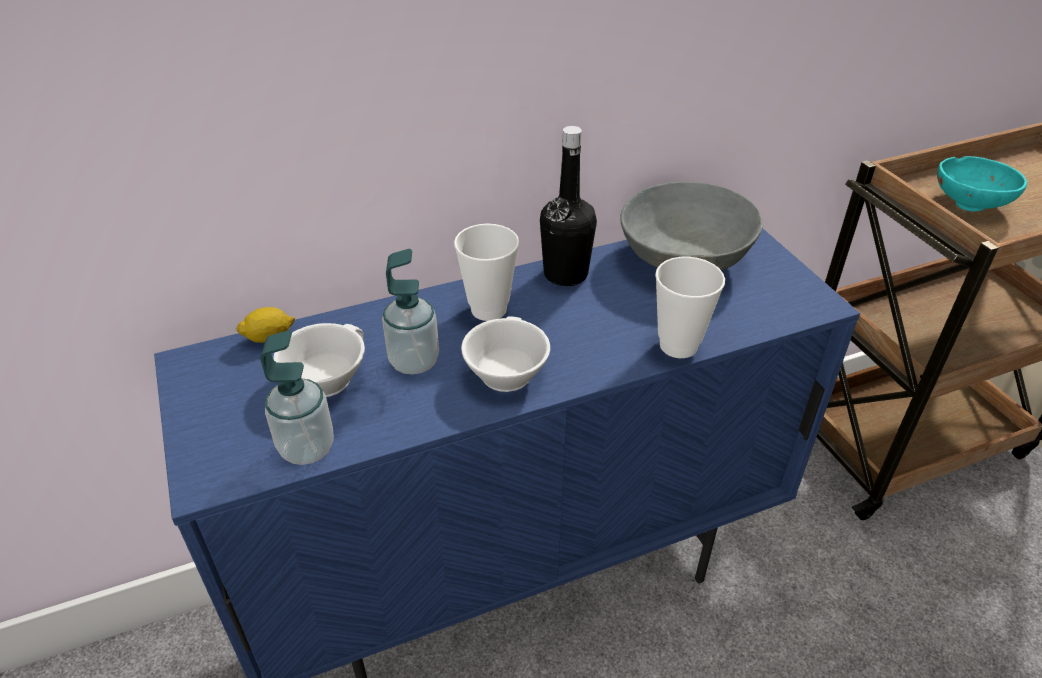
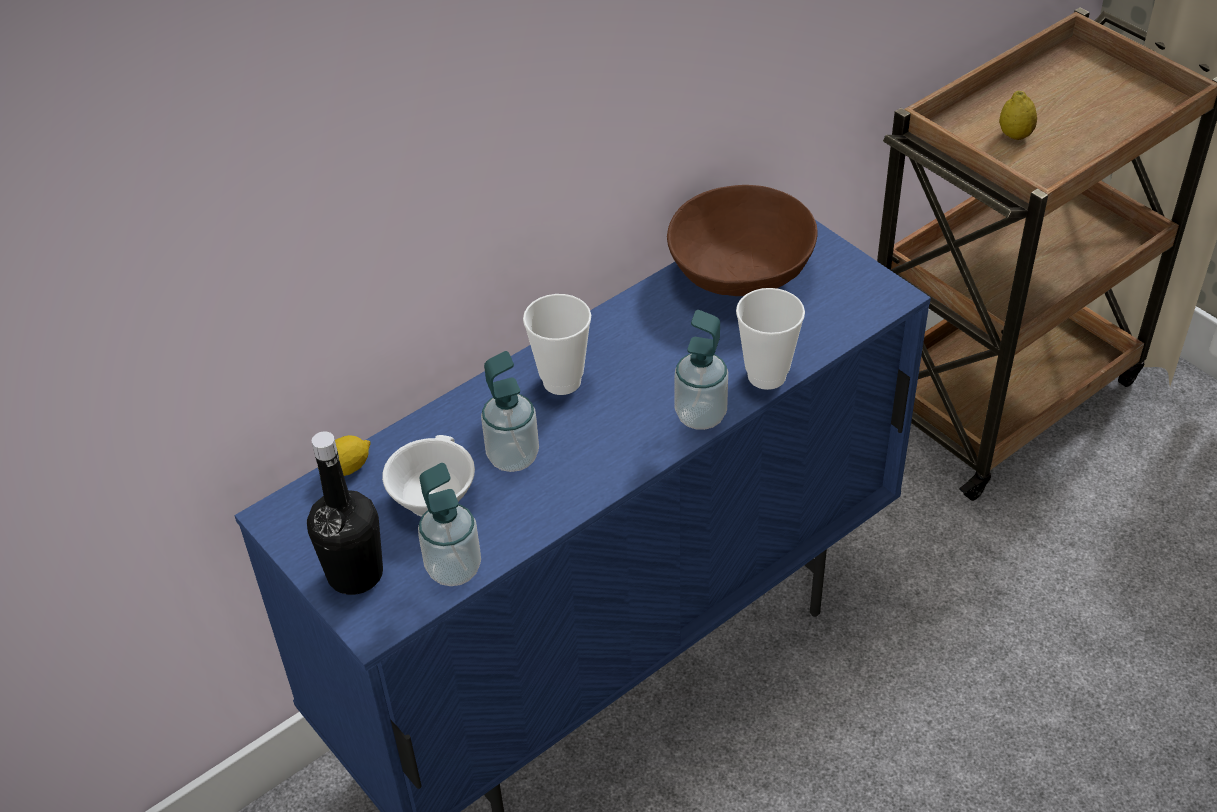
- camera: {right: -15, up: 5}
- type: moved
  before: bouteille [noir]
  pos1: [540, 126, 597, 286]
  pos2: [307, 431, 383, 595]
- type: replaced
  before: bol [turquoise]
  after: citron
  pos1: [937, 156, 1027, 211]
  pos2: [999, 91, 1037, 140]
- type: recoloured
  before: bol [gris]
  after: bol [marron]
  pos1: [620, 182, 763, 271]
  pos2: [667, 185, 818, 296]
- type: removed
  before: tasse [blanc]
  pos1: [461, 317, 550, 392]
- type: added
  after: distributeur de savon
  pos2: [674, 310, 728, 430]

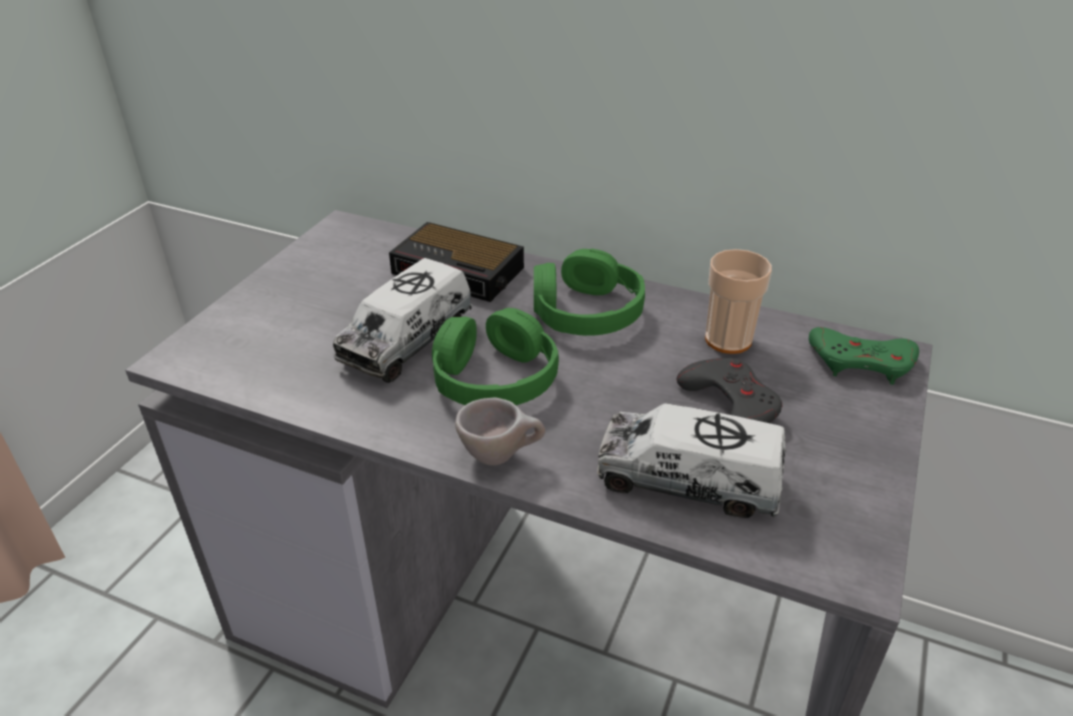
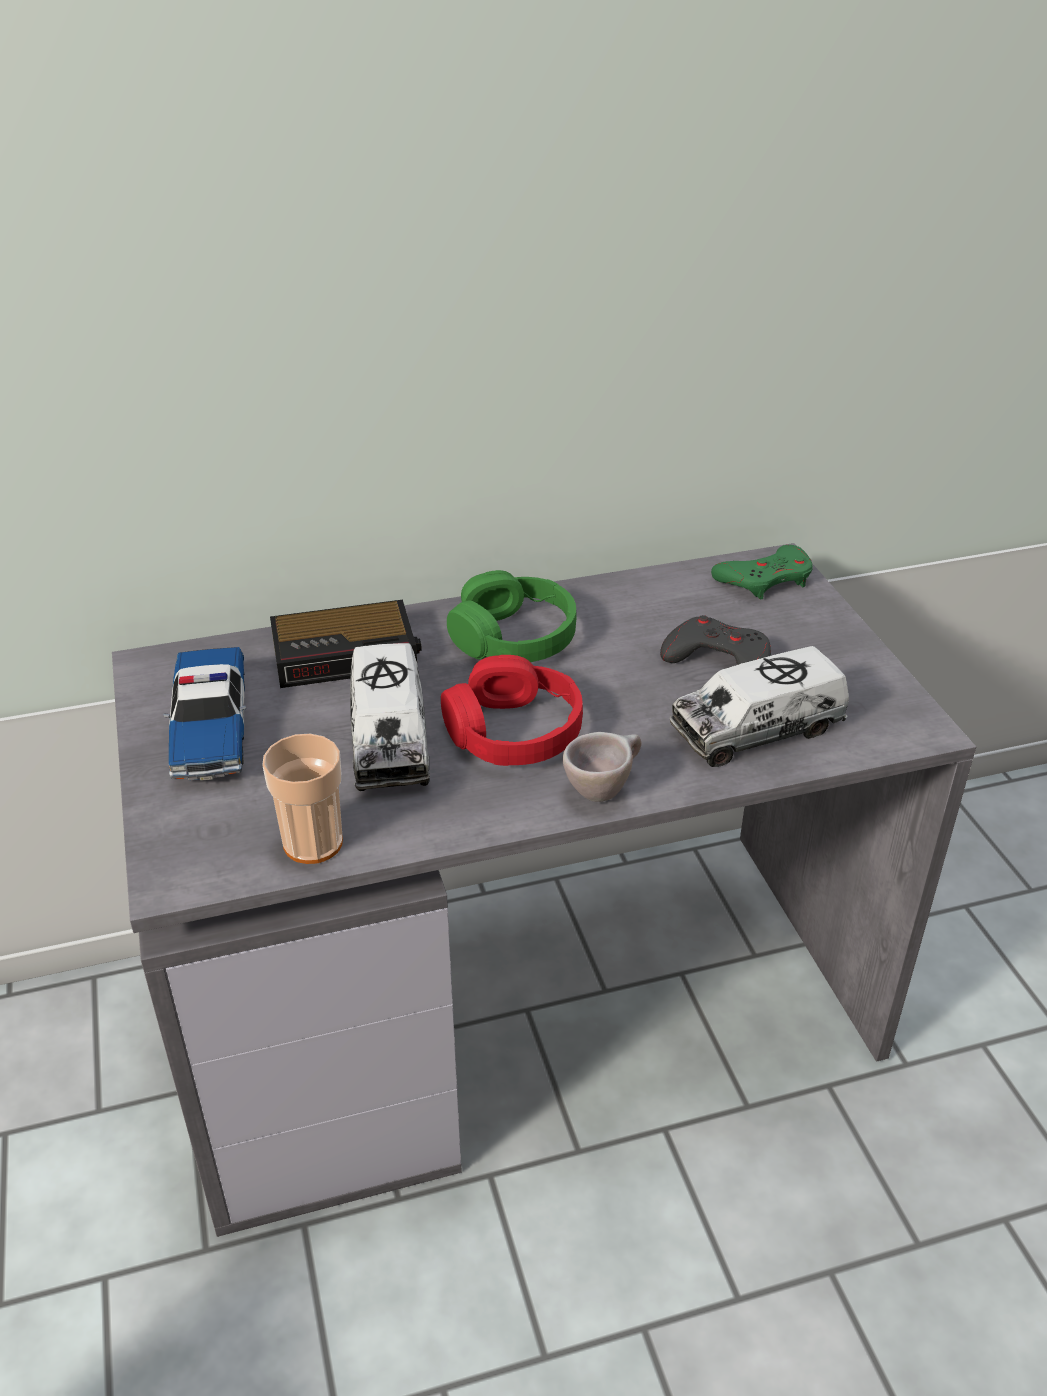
- camera: {right: -40, up: 0}
- type: moved
  before: tasse
  pos1: [705, 249, 772, 354]
  pos2: [262, 734, 343, 864]
- type: recoloured
  before: casque audio [vert]
  after: casque audio [rouge]
  pos1: [432, 308, 559, 405]
  pos2: [441, 655, 583, 766]
- type: added
  after: petite voiture
  pos2: [164, 647, 246, 781]

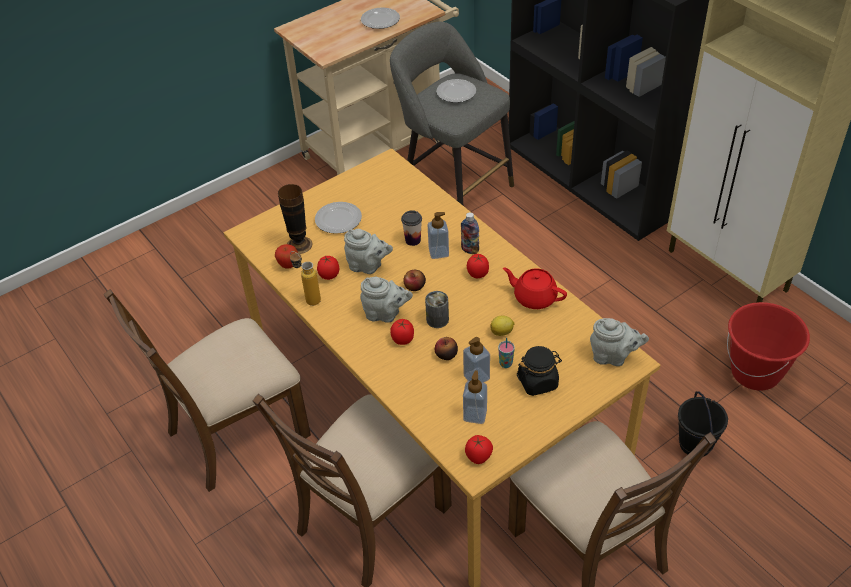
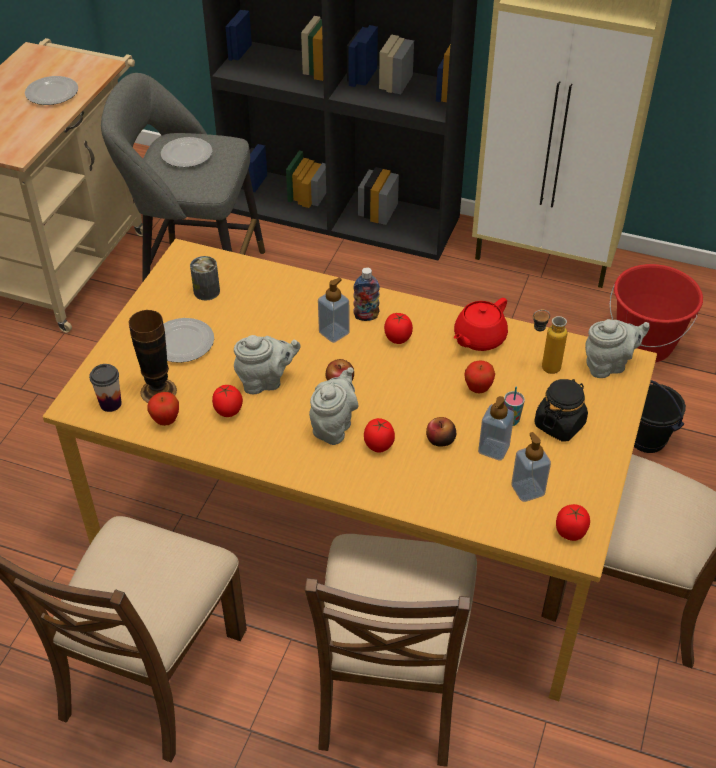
- camera: {right: -35, up: 0}
- type: moved
  before: tasse
  pos1: [401, 210, 422, 246]
  pos2: [89, 364, 122, 412]
- type: moved
  before: bouteille
  pos1: [290, 251, 321, 306]
  pos2: [533, 310, 567, 374]
- type: turned
  before: théière [rouge]
  pos1: [503, 268, 567, 309]
  pos2: [454, 298, 508, 351]
  turn: -45
- type: turned
  before: théière [gris]
  pos1: [360, 276, 413, 323]
  pos2: [309, 367, 358, 445]
  turn: -45
- type: moved
  before: boîte métallique
  pos1: [425, 291, 449, 328]
  pos2: [190, 256, 220, 300]
- type: replaced
  before: citron
  after: pomme
  pos1: [490, 316, 515, 336]
  pos2: [464, 361, 495, 393]

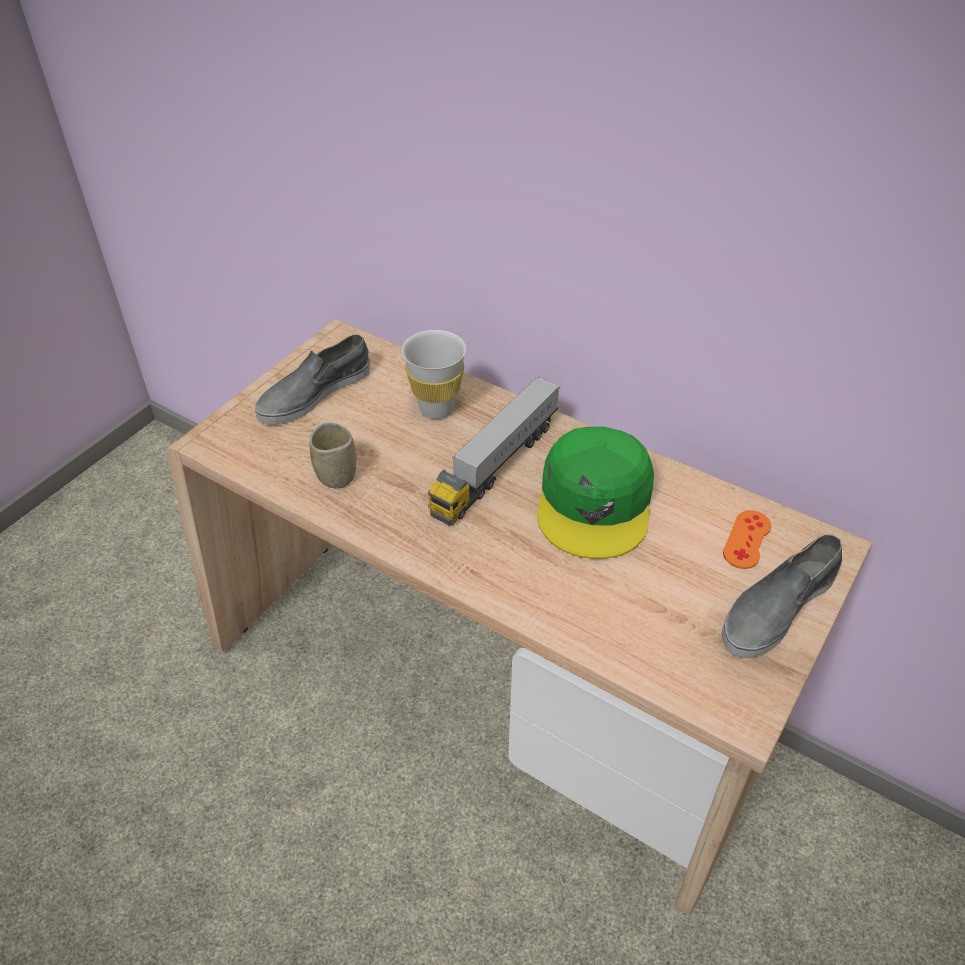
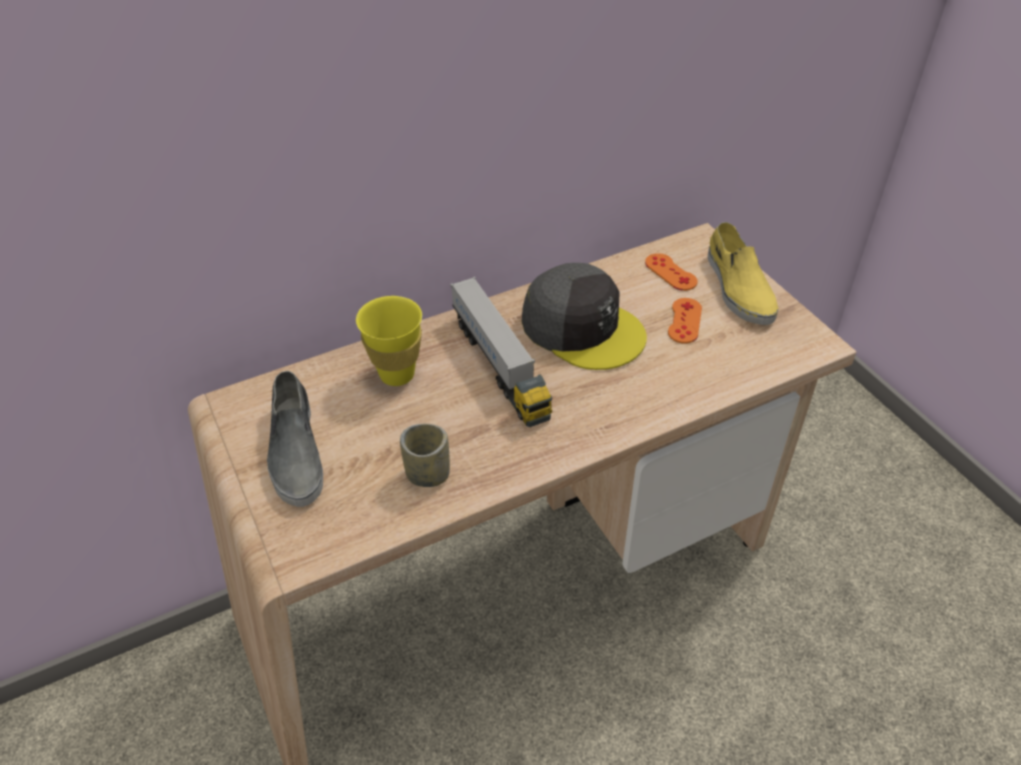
- camera: {right: -60, up: 0}
- type: recoloured
  before: tasse [blanc]
  after: tasse [jaune]
  pos1: [402, 330, 466, 419]
  pos2: [356, 296, 422, 386]
- type: recoloured
  before: casquette [vert]
  after: casquette [gris]
  pos1: [537, 427, 654, 559]
  pos2: [522, 263, 647, 370]
- type: recoloured
  before: chaussure [gris]
  after: chaussure [jaune]
  pos1: [722, 534, 842, 658]
  pos2: [708, 222, 779, 325]
- type: added
  after: manette [orange]
  pos2: [668, 298, 702, 344]

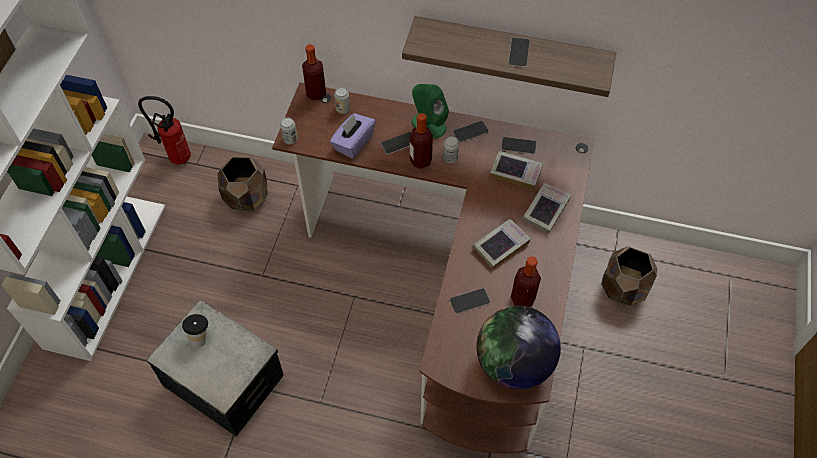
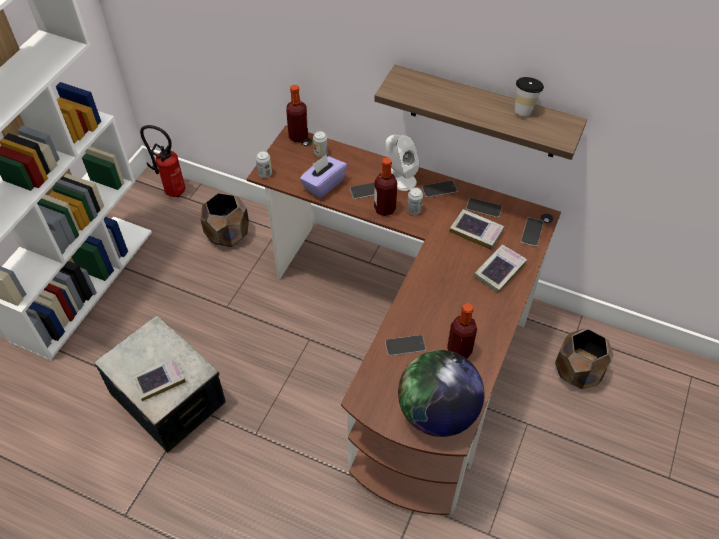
- camera: {right: 10, up: -5}
- type: moved
  before: téléphone
  pos1: [508, 37, 530, 67]
  pos2: [521, 217, 544, 246]
- type: recoloured
  before: enceinte [vert]
  after: enceinte [blanc]
  pos1: [412, 84, 449, 139]
  pos2: [386, 135, 419, 191]
- type: moved
  before: livre
  pos1: [473, 219, 531, 269]
  pos2: [132, 357, 186, 401]
- type: moved
  before: tasse
  pos1: [182, 314, 208, 348]
  pos2: [514, 77, 544, 116]

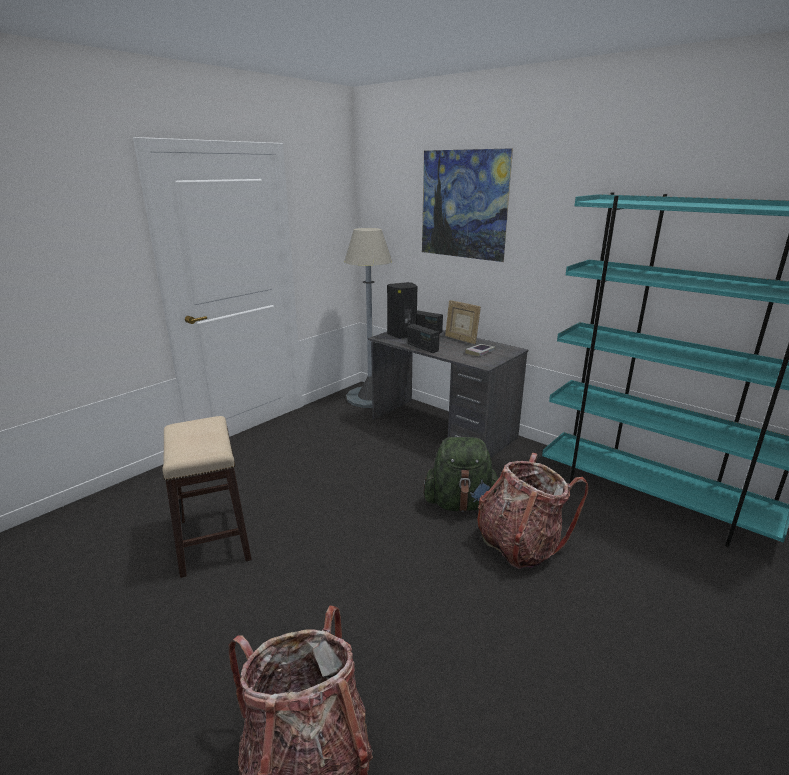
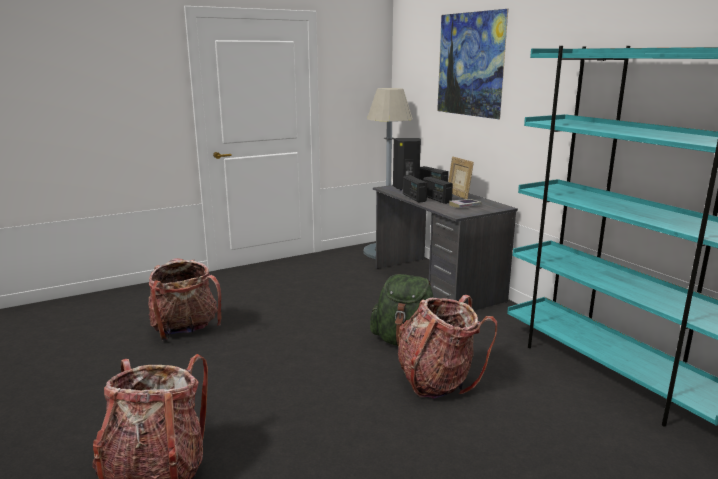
- camera: {right: 20, up: -5}
- type: replaced
  before: tabouret
  after: sac à dos
  pos1: [162, 416, 252, 578]
  pos2: [148, 258, 221, 340]
- type: added
  after: radio
  pos2: [423, 177, 453, 204]

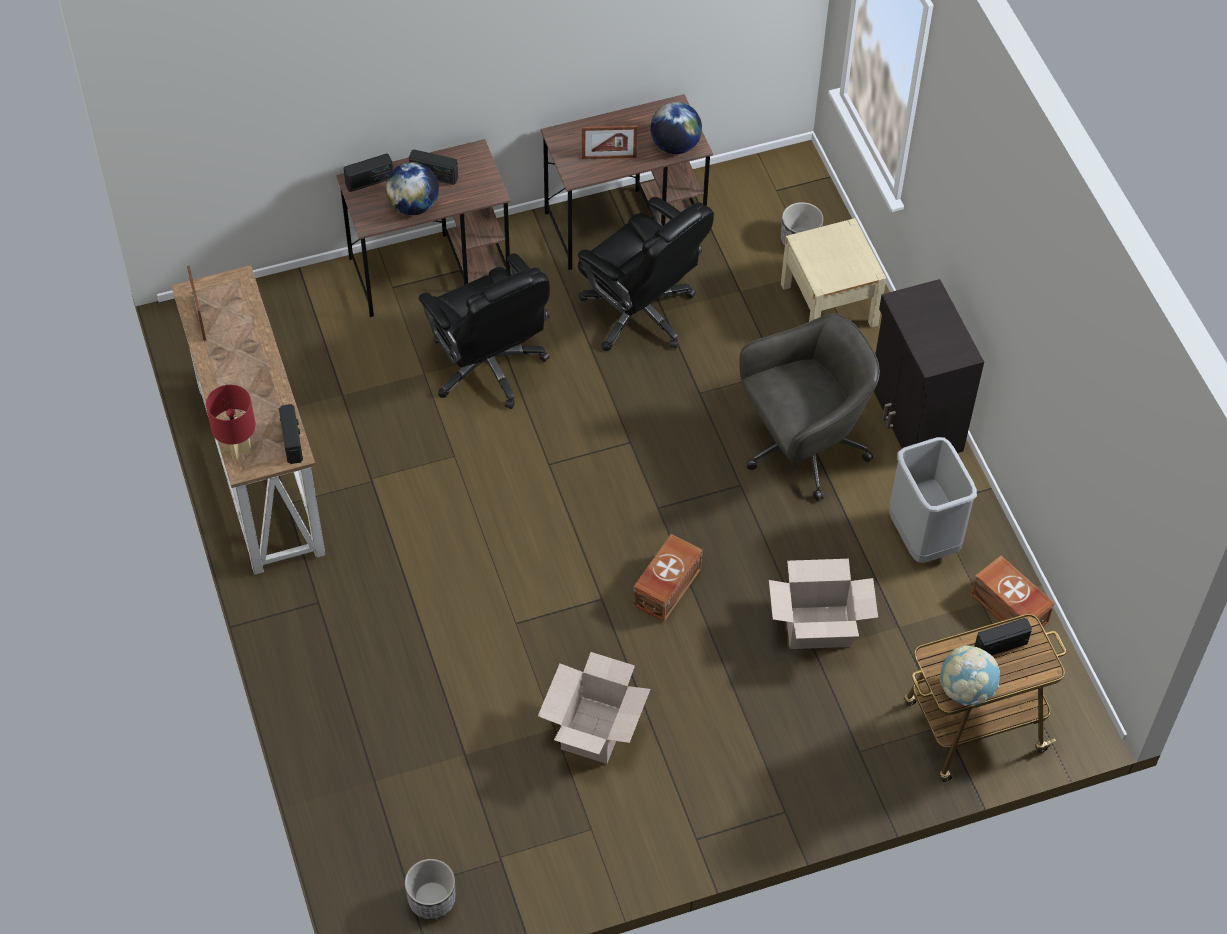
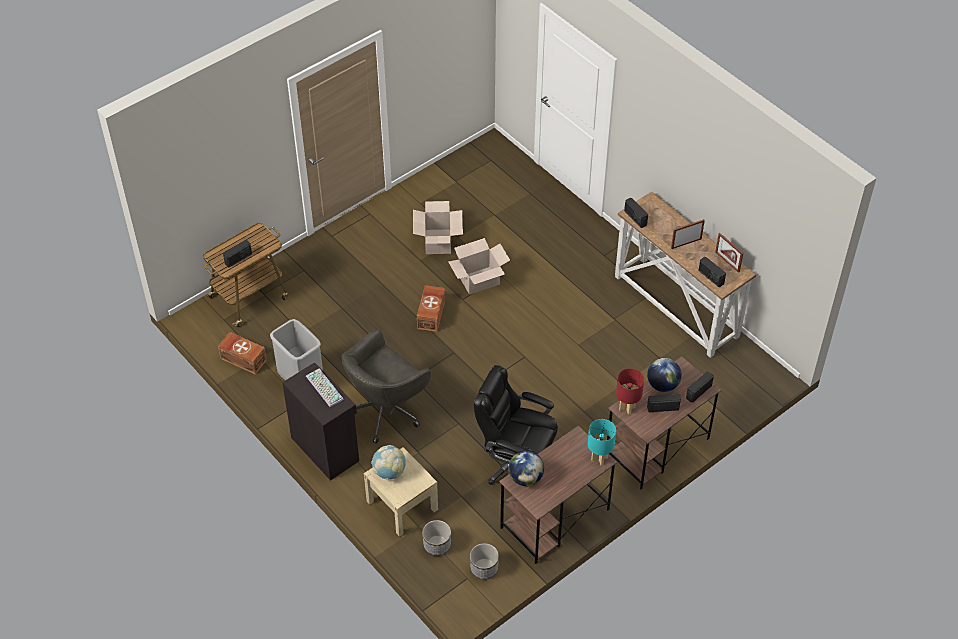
- camera: {right: 160, up: -5}
- type: moved
  before: cadre photo
  pos1: [582, 125, 637, 159]
  pos2: [671, 219, 705, 249]
- type: removed
  before: chaise de bureau [noir]
  pos1: [419, 253, 550, 409]
- type: moved
  before: lampe de table [rouge]
  pos1: [206, 385, 256, 462]
  pos2: [616, 368, 644, 415]
- type: moved
  before: carton
  pos1: [769, 559, 878, 649]
  pos2: [448, 238, 510, 295]
- type: moved
  before: globe
  pos1: [940, 645, 1000, 706]
  pos2: [372, 445, 406, 480]
- type: moved
  before: cache-pot
  pos1: [405, 859, 456, 920]
  pos2: [470, 543, 499, 579]
- type: added
  after: radio
  pos2: [698, 257, 726, 287]
- type: added
  after: clavier
  pos2: [306, 368, 344, 407]
- type: added
  after: lampe de table [turquoise]
  pos2: [588, 419, 616, 466]

